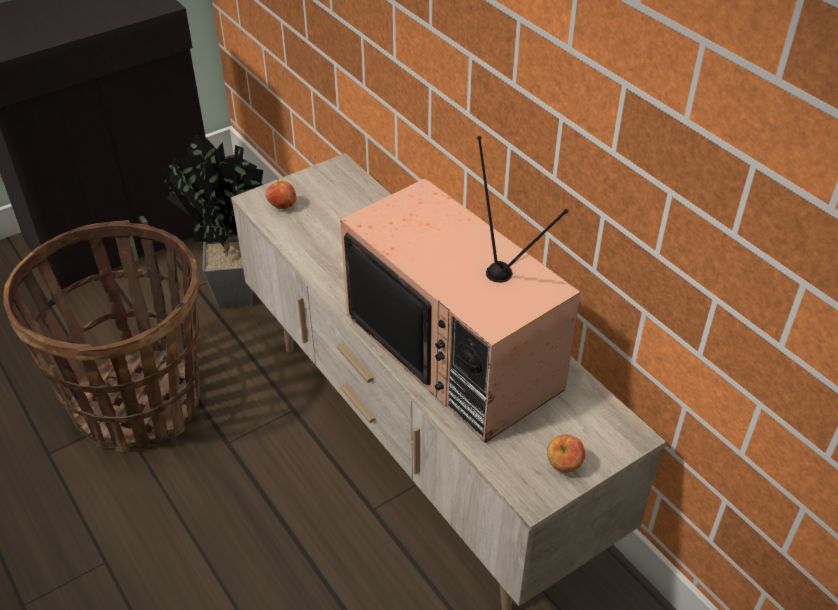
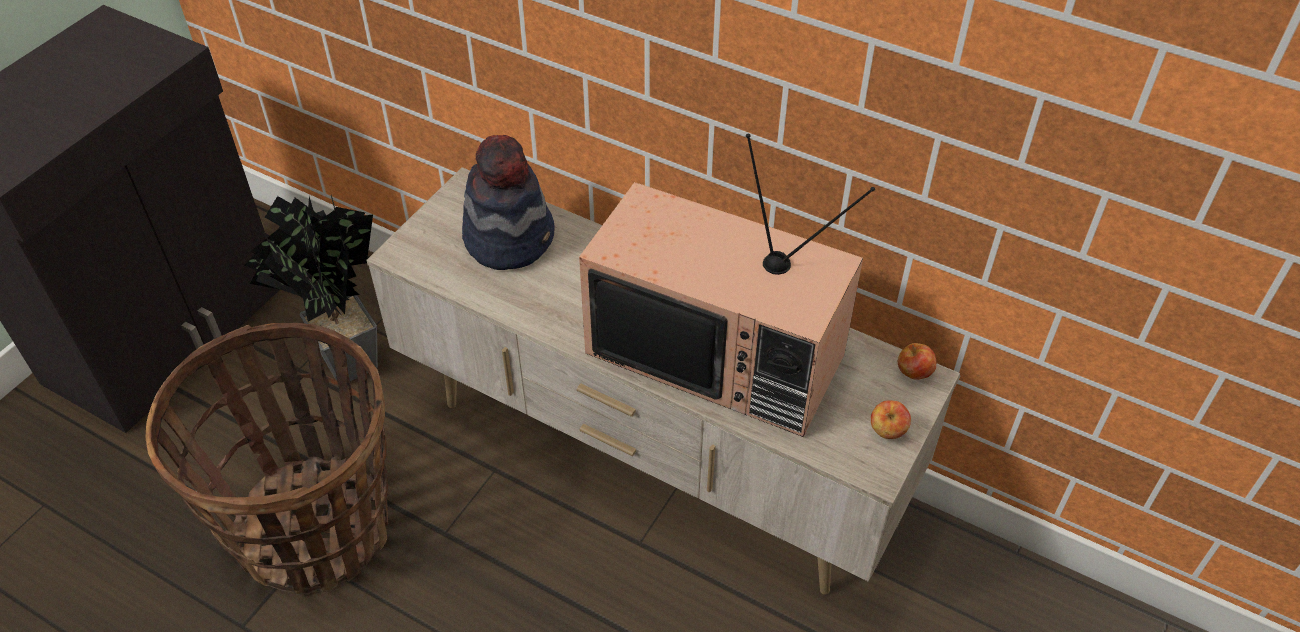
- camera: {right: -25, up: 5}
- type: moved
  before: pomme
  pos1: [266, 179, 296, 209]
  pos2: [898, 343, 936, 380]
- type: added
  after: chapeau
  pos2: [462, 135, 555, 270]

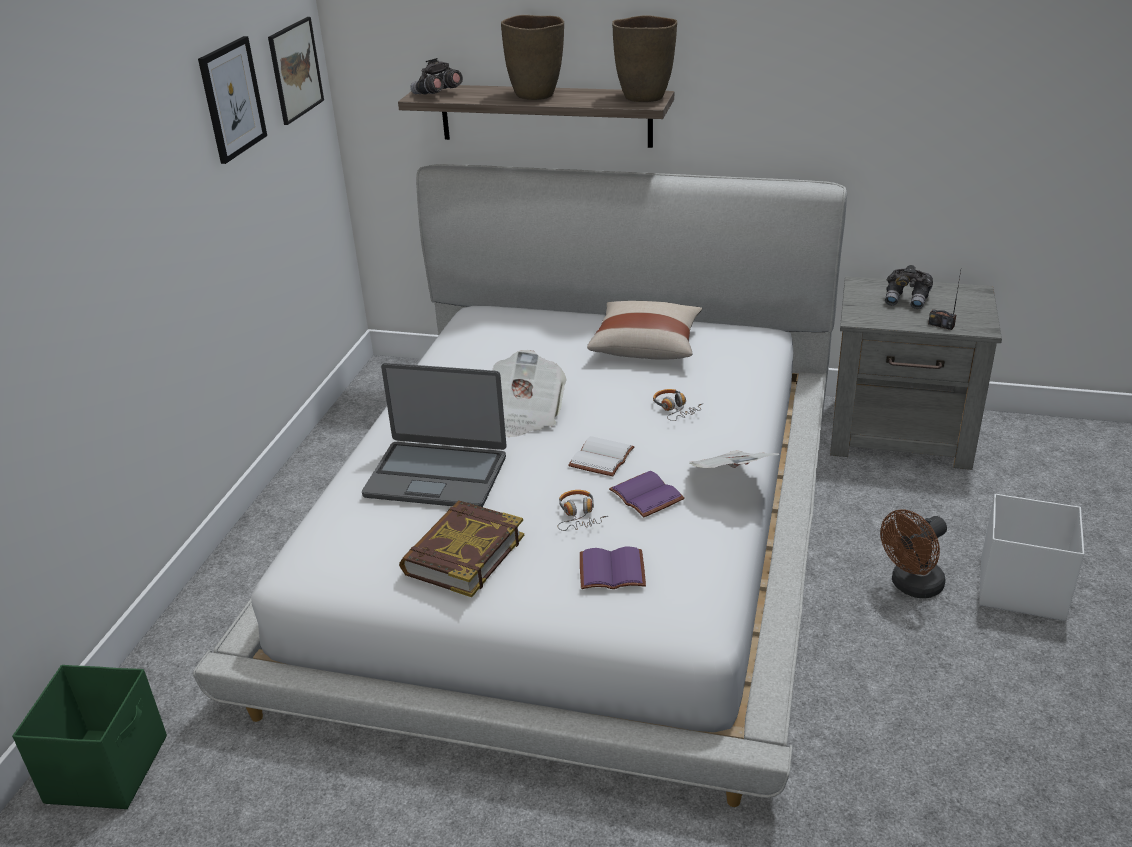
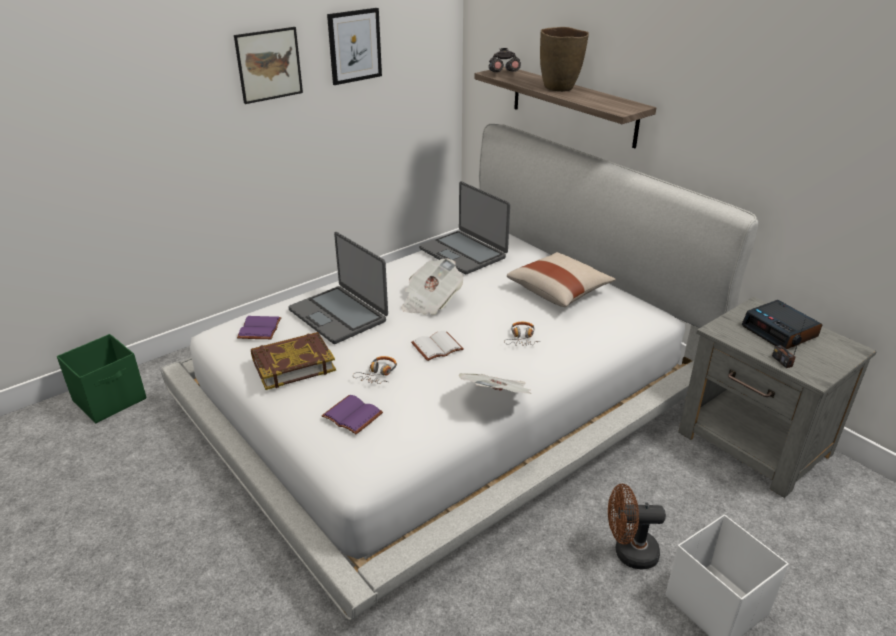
- camera: {right: 35, up: 0}
- type: removed
  before: vase [marron]
  pos1: [612, 15, 677, 102]
- type: moved
  before: tableau
  pos1: [268, 17, 324, 125]
  pos2: [234, 27, 303, 104]
- type: replaced
  before: jumelles [gris]
  after: réveil
  pos1: [885, 265, 933, 309]
  pos2: [742, 300, 822, 349]
- type: moved
  before: livre [violet]
  pos1: [609, 471, 684, 518]
  pos2: [237, 316, 282, 339]
- type: added
  after: ordinateur portable
  pos2: [419, 181, 510, 274]

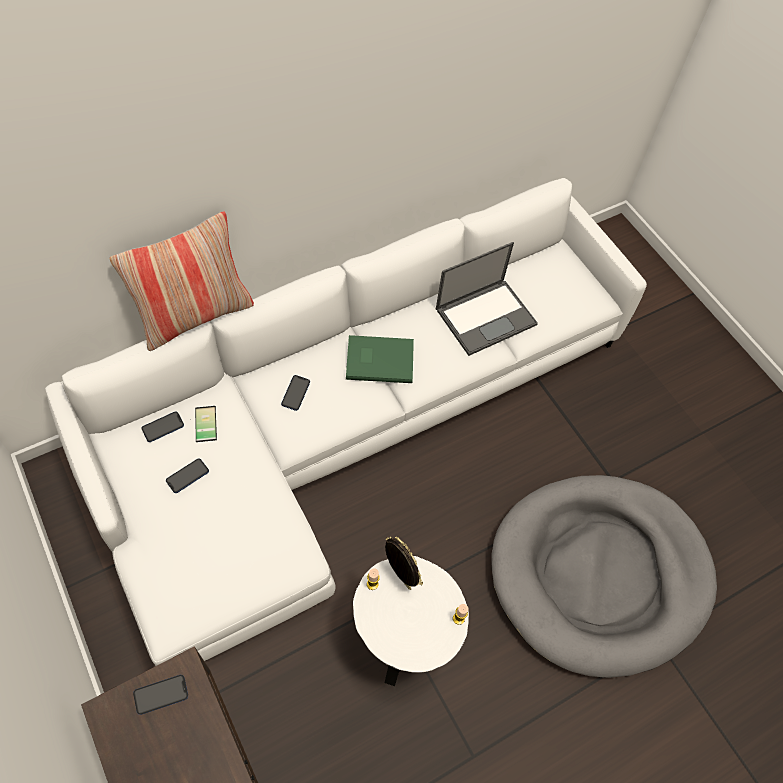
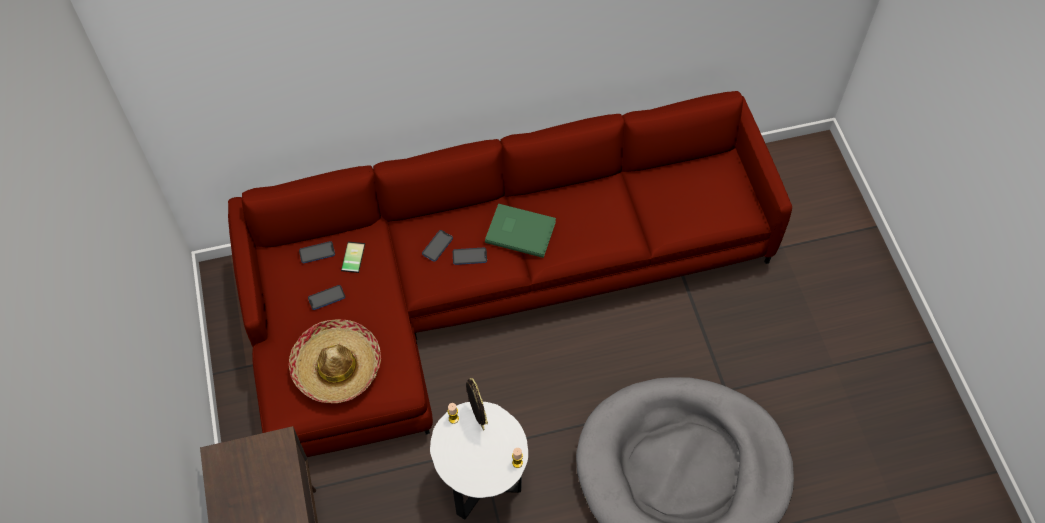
- camera: {right: 20, up: 0}
- type: recoloured
  before: canapé [blanc]
  after: canapé [rouge]
  pos1: [45, 178, 647, 666]
  pos2: [228, 91, 792, 457]
- type: removed
  before: coussin
  pos1: [110, 211, 254, 351]
- type: removed
  before: ordinateur portable
  pos1: [436, 242, 538, 356]
- type: moved
  before: téléphone
  pos1: [133, 675, 188, 715]
  pos2: [453, 247, 487, 265]
- type: added
  after: chapeau
  pos2: [289, 320, 381, 403]

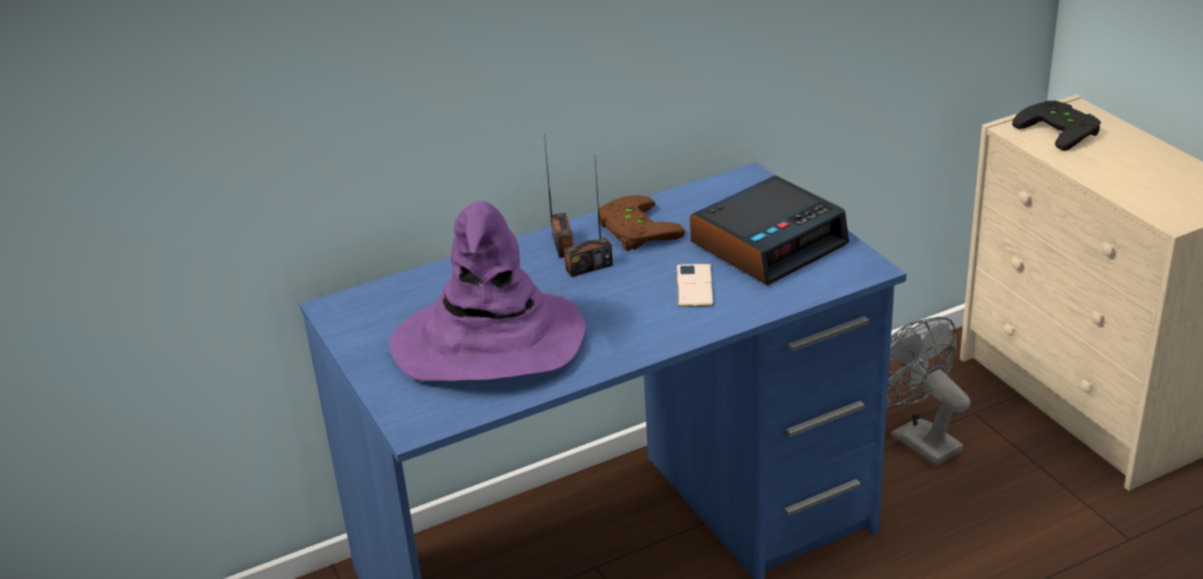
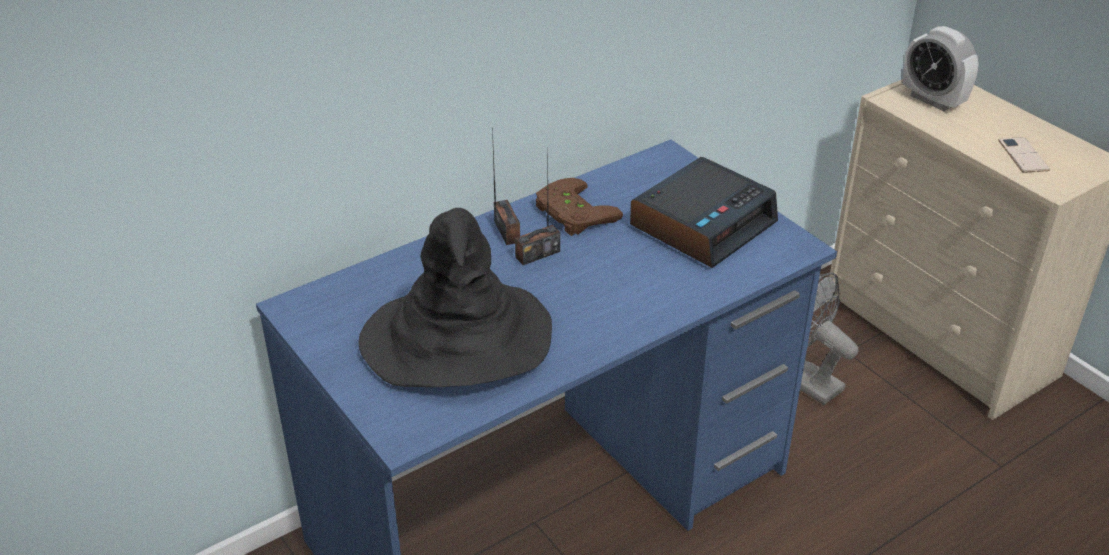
- camera: {right: -10, up: 5}
- type: replaced
  before: manette [noir]
  after: réveil
  pos1: [1012, 100, 1101, 151]
  pos2: [903, 26, 979, 111]
- type: recoloured
  before: chapeau [violet]
  after: chapeau [noir]
  pos1: [389, 201, 586, 381]
  pos2: [358, 208, 552, 387]
- type: moved
  before: téléphone
  pos1: [677, 264, 713, 307]
  pos2: [998, 137, 1050, 173]

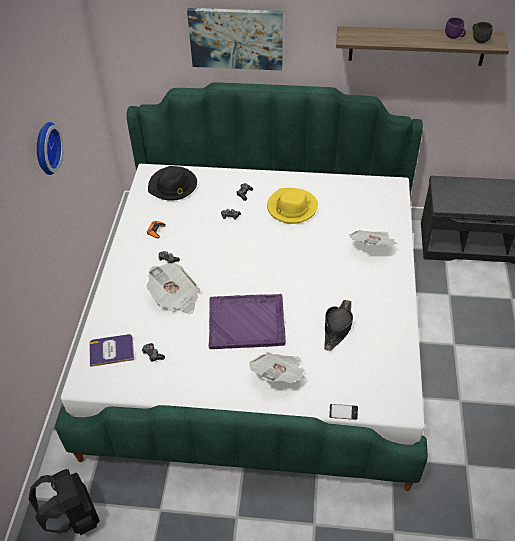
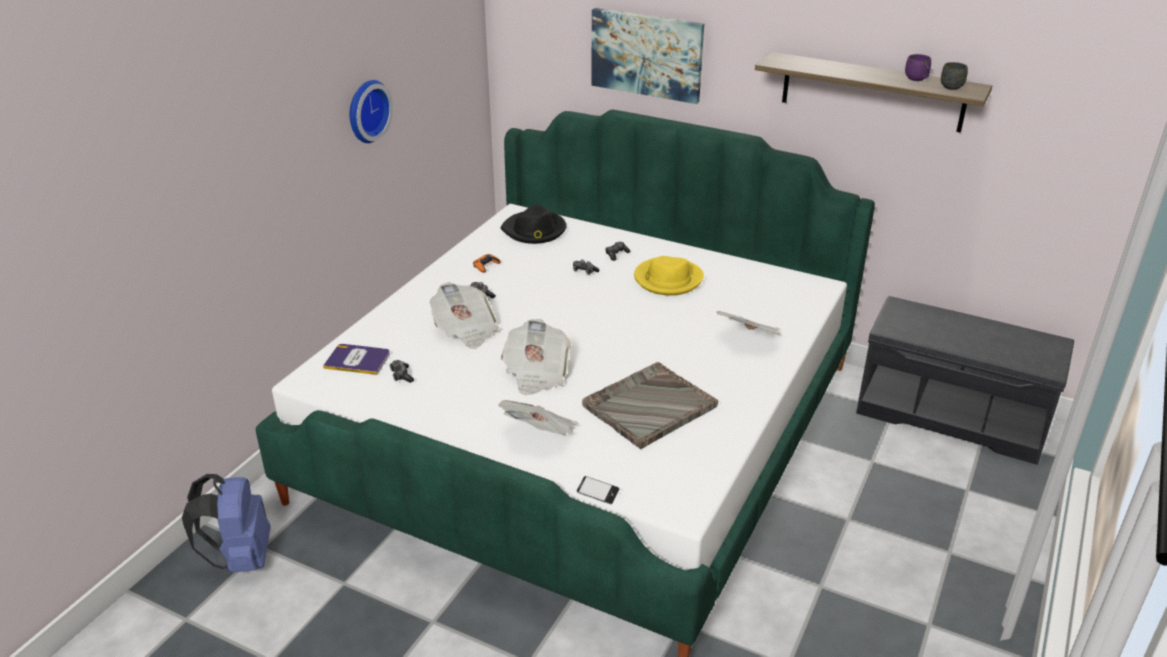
- camera: {right: 20, up: -15}
- type: replaced
  before: plateau [violet]
  after: journal
  pos1: [209, 294, 286, 349]
  pos2: [501, 319, 571, 395]
- type: replaced
  before: chapeau [noir]
  after: plateau [gris]
  pos1: [324, 300, 353, 351]
  pos2: [582, 362, 718, 449]
- type: recoloured
  before: sac à dos [noir]
  after: sac à dos [bleu]
  pos1: [29, 469, 100, 536]
  pos2: [182, 474, 271, 572]

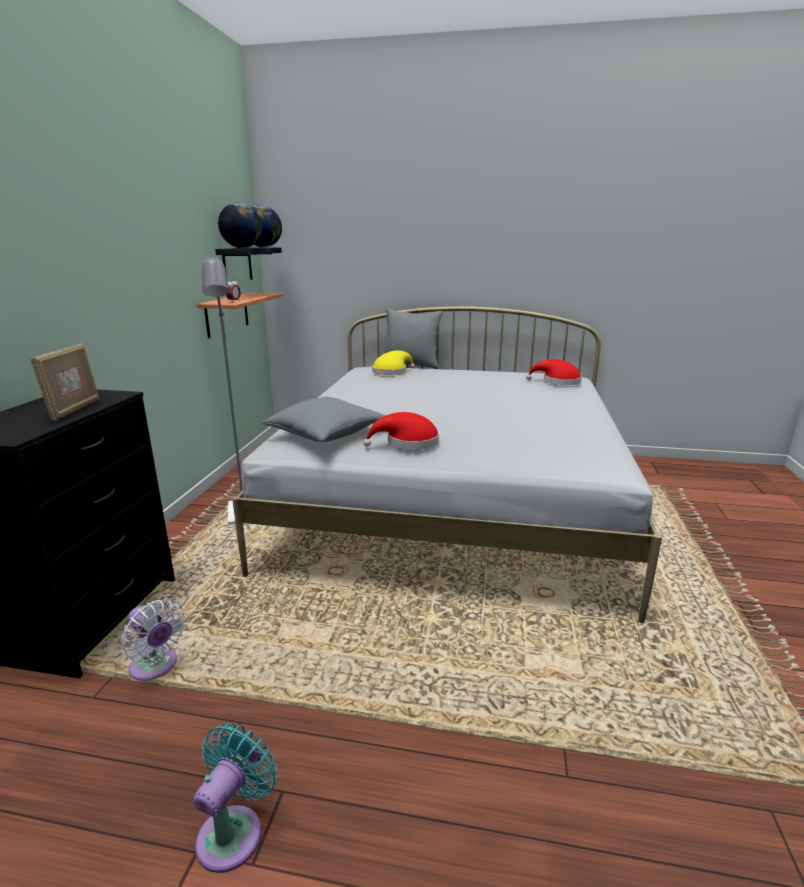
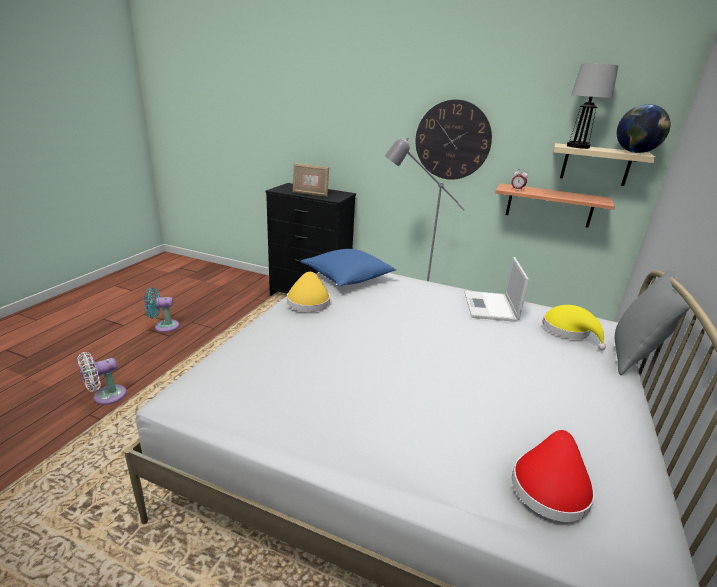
- camera: {right: 100, up: 5}
- type: replaced
  before: globe
  after: lampe de table
  pos1: [218, 202, 262, 248]
  pos2: [567, 63, 619, 149]
- type: recoloured
  before: étagère [noir]
  after: étagère [beige]
  pos1: [215, 247, 282, 280]
  pos2: [554, 143, 656, 186]
- type: recoloured
  before: coussin [gris]
  after: coussin [bleu]
  pos1: [262, 397, 386, 442]
  pos2: [301, 249, 396, 287]
- type: recoloured
  before: chapeau [rouge]
  after: chapeau [jaune]
  pos1: [363, 412, 439, 449]
  pos2: [287, 272, 330, 312]
- type: moved
  before: ventilateur [blanc]
  pos1: [122, 599, 186, 681]
  pos2: [78, 352, 127, 405]
- type: turned
  before: ventilateur [turquoise]
  pos1: [193, 723, 277, 873]
  pos2: [144, 287, 179, 332]
  turn: 135
- type: added
  after: horloge murale
  pos2: [415, 99, 492, 180]
- type: added
  after: ordinateur portable
  pos2: [464, 257, 529, 322]

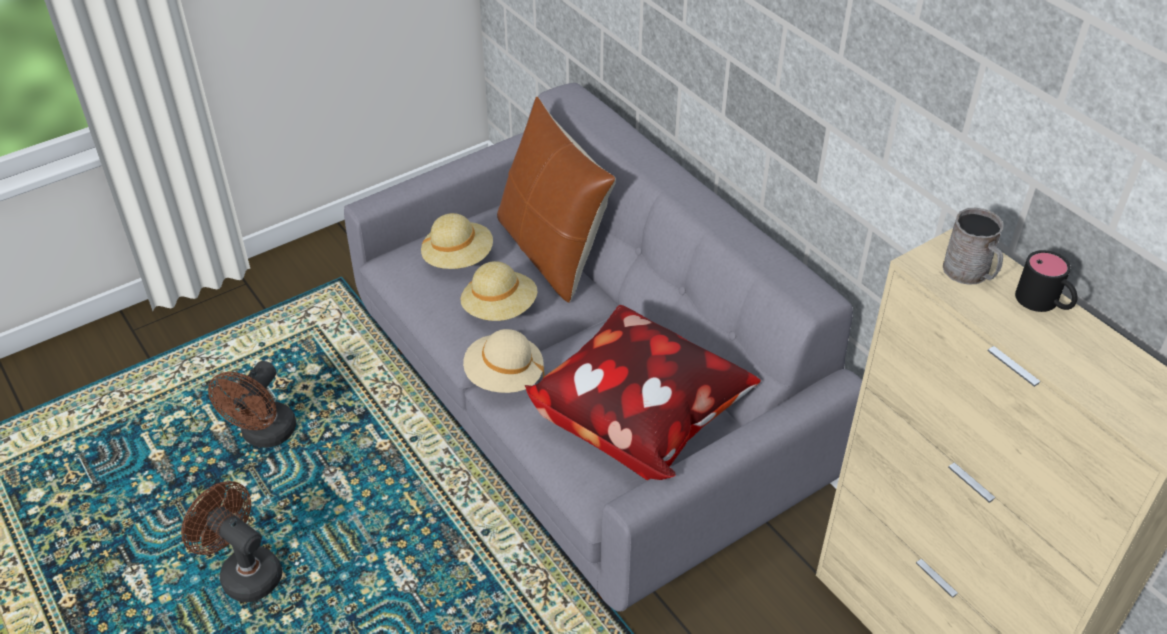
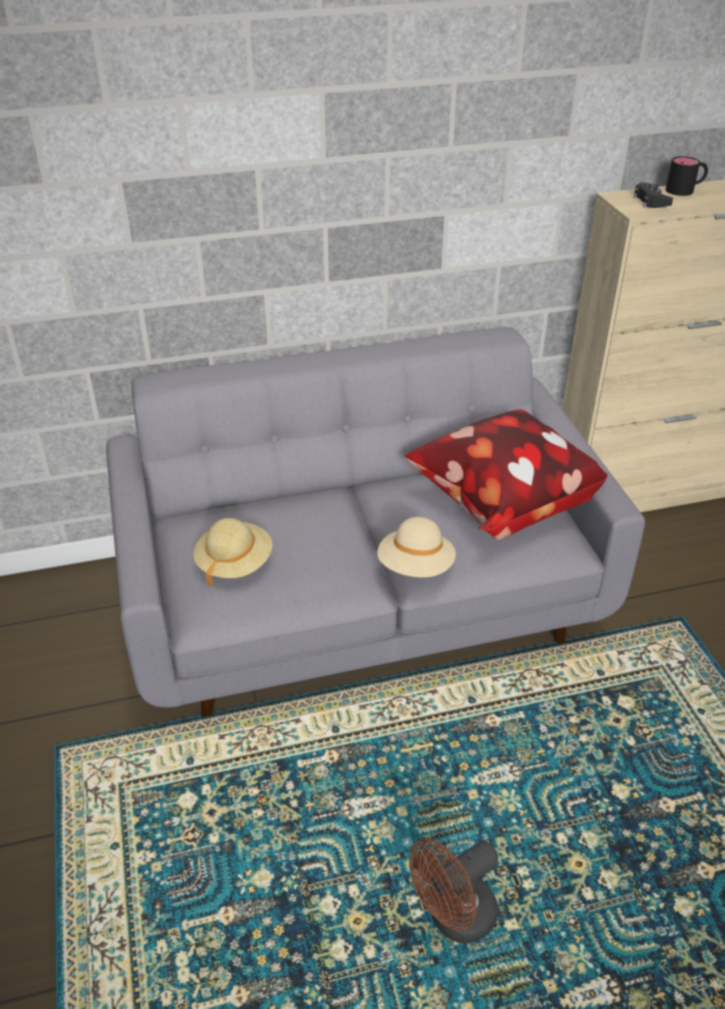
- camera: {right: -70, up: -5}
- type: removed
  before: coussin [marron]
  pos1: [497, 97, 616, 303]
- type: replaced
  before: mug [gris]
  after: manette [noir]
  pos1: [943, 208, 1003, 285]
  pos2: [633, 182, 673, 208]
- type: removed
  before: chapeau [beige]
  pos1: [460, 261, 538, 321]
- type: removed
  before: ventilateur [marron]
  pos1: [208, 361, 296, 448]

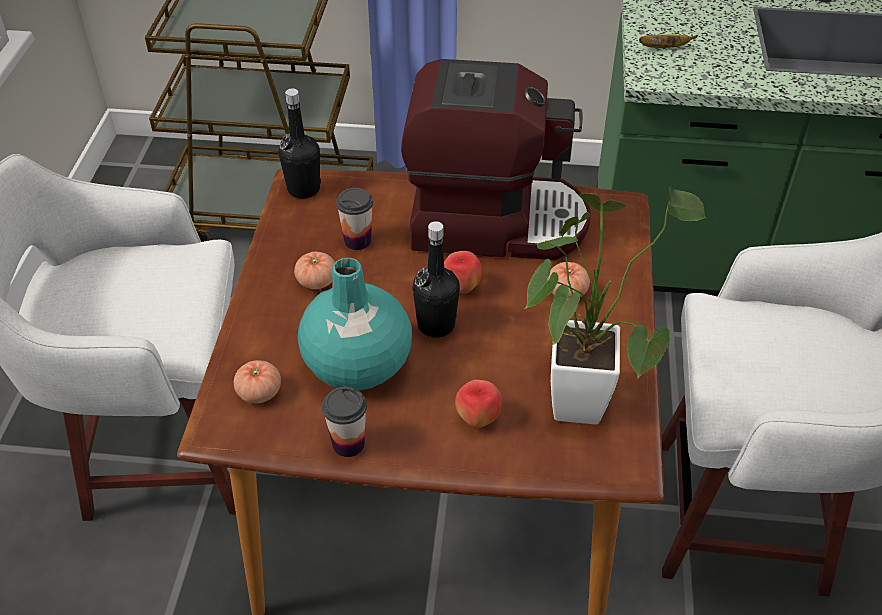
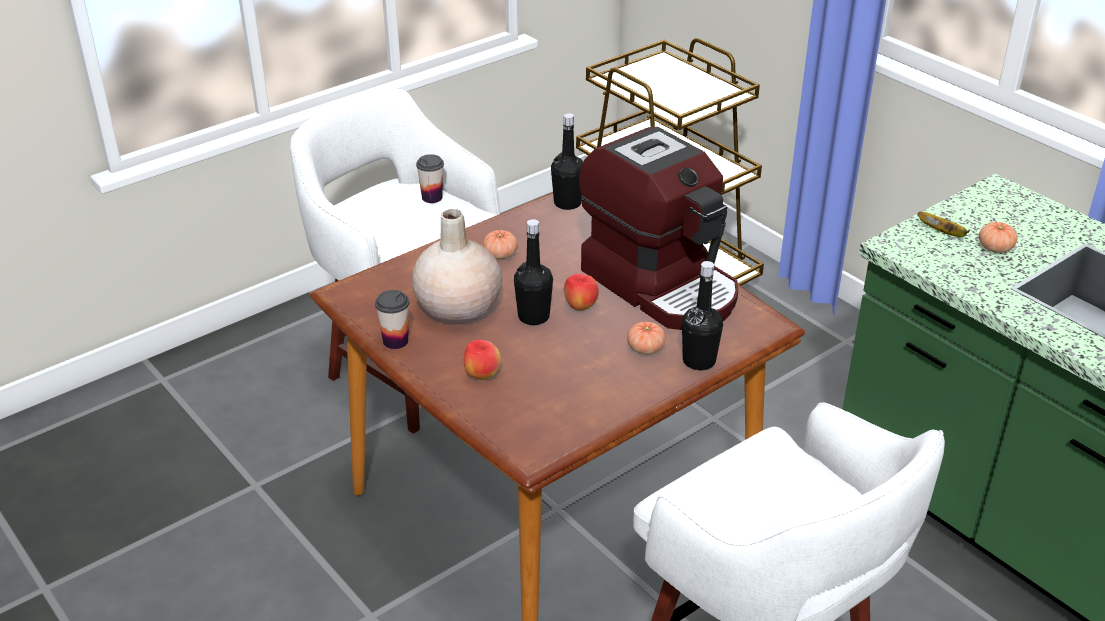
- camera: {right: 45, up: -10}
- type: removed
  before: plante en pot
  pos1: [525, 187, 706, 425]
- type: moved
  before: tasse
  pos1: [336, 188, 373, 250]
  pos2: [416, 154, 444, 203]
- type: recoloured
  before: vase [turquoise]
  after: vase [beige]
  pos1: [297, 257, 412, 390]
  pos2: [411, 209, 502, 323]
- type: moved
  before: tomate
  pos1: [234, 360, 281, 403]
  pos2: [979, 222, 1018, 253]
- type: added
  after: bouteille [noir]
  pos2: [682, 261, 723, 370]

